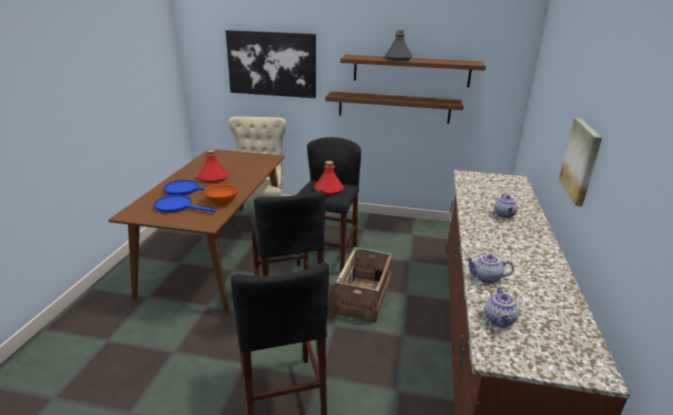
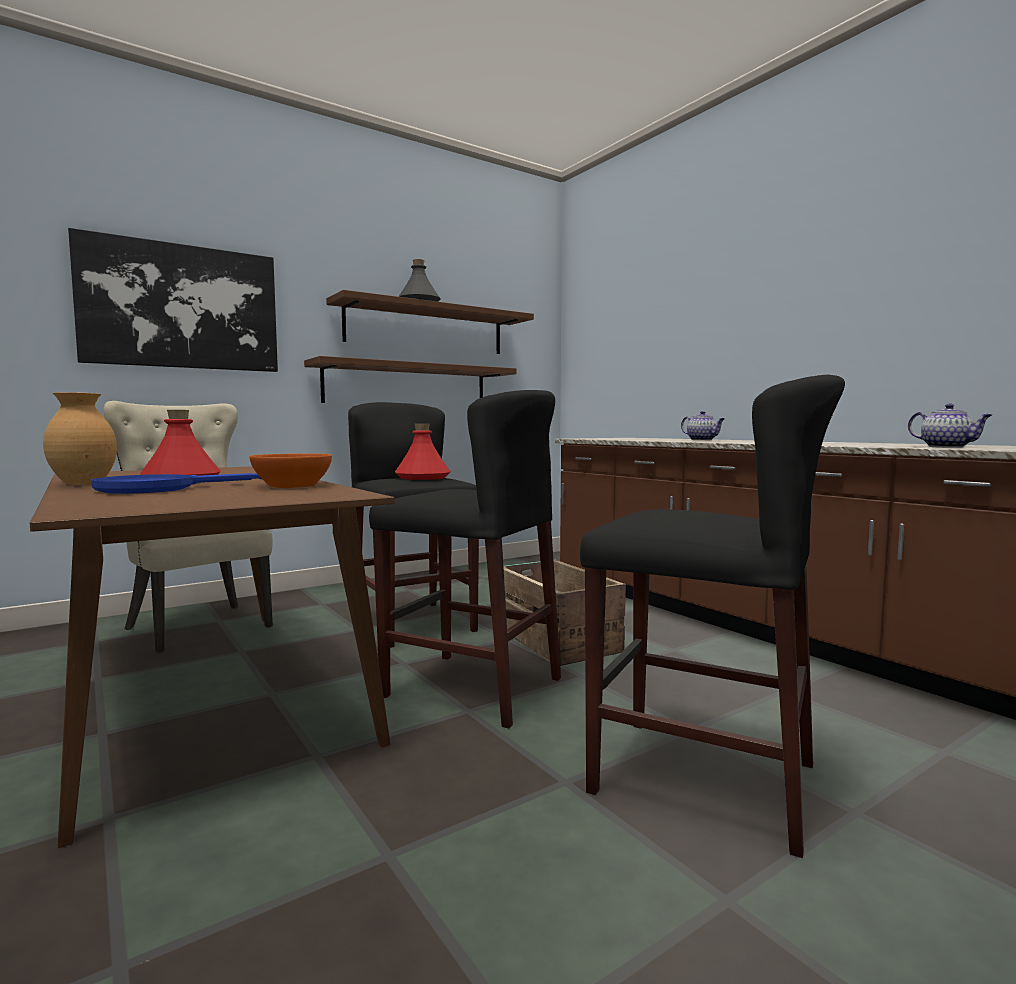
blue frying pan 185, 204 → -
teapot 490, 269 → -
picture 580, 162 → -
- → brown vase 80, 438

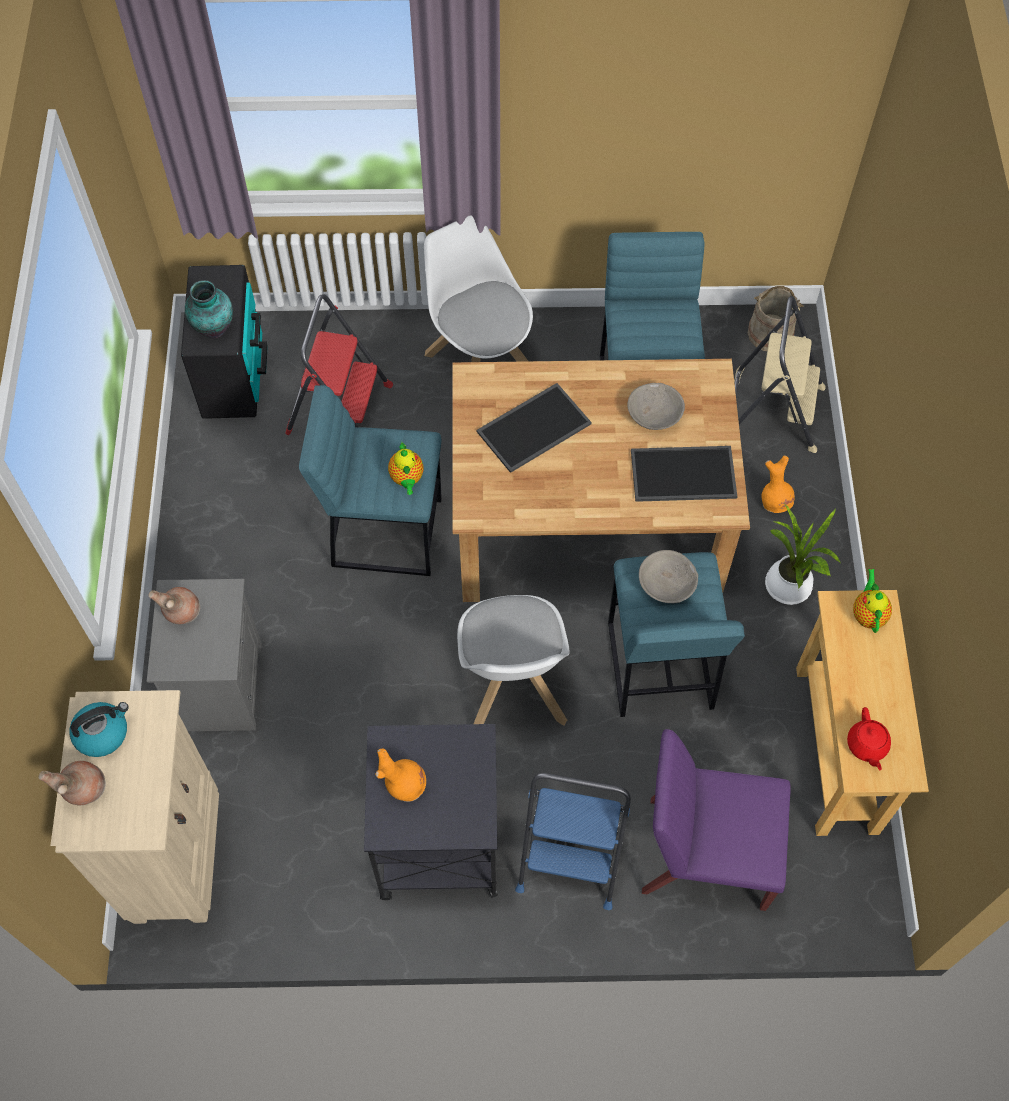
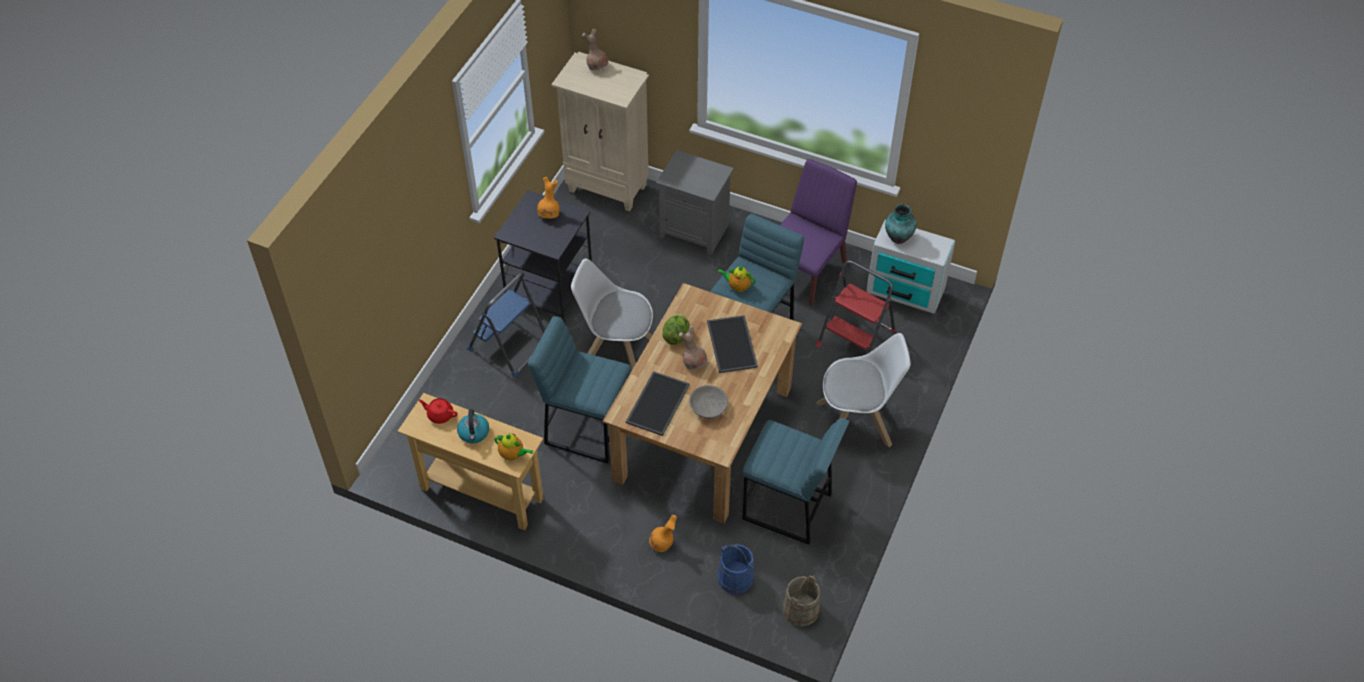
grey bowl 668, 576 → -
potted plant 803, 554 → -
- → lettuce 676, 329
kettle 99, 729 → kettle 473, 426, moved
brown vase 174, 605 → brown vase 693, 348, moved
purple chair 716, 820 → purple chair 818, 232, moved
beige step ladder 780, 374 → blue bucket 736, 569
black nightstand 224, 342 → white nightstand 910, 266

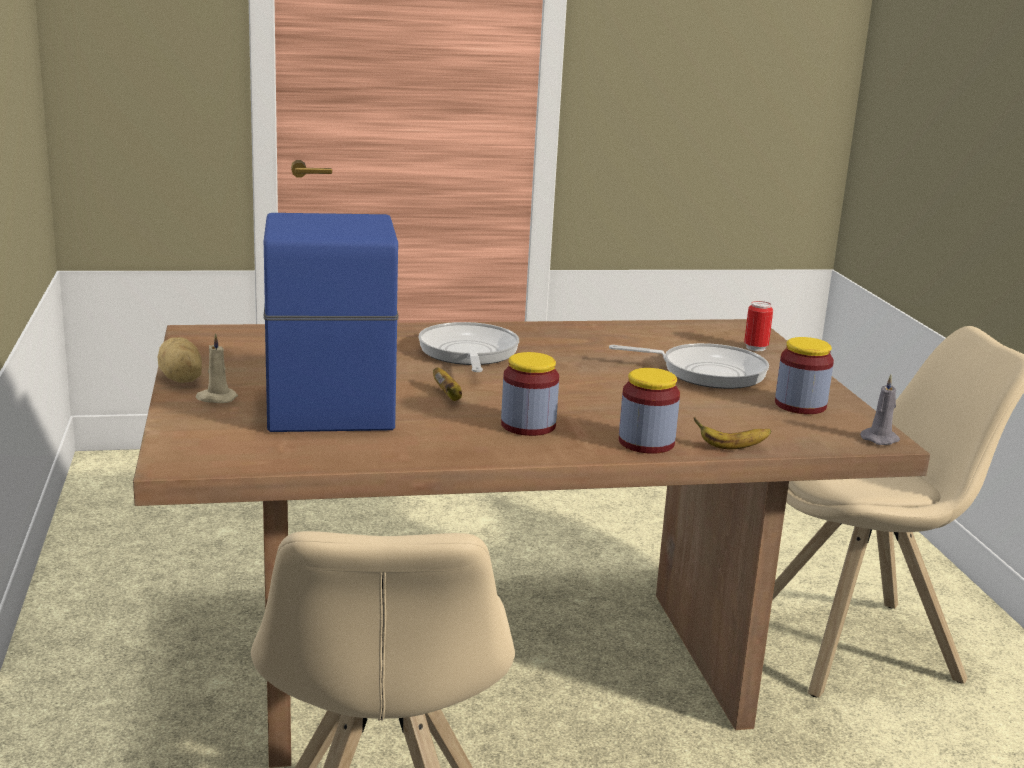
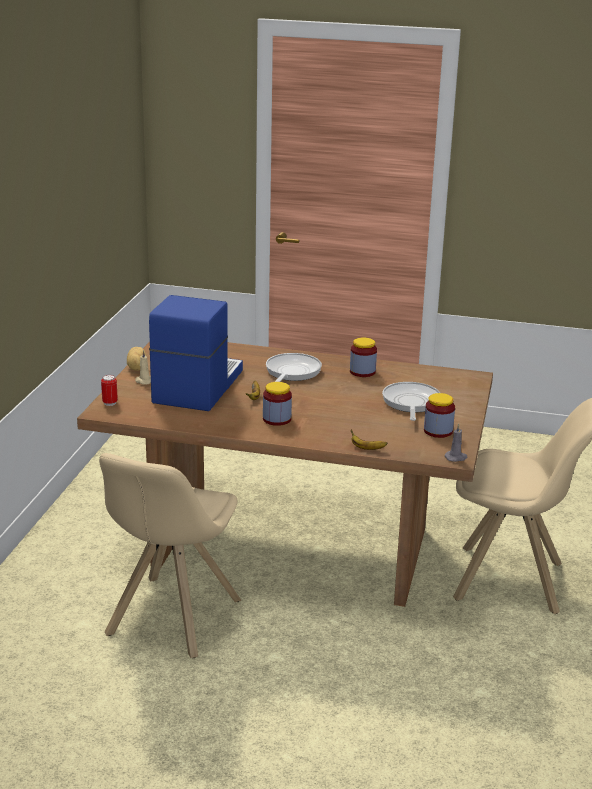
jar 649, 411 → jar 363, 357, moved
can 758, 326 → can 109, 390, moved
frying pan 689, 366 → frying pan 411, 401, 120 degrees counterclockwise

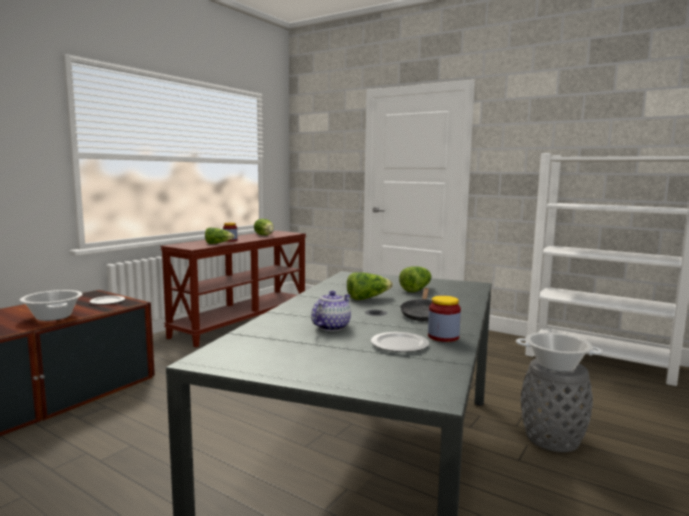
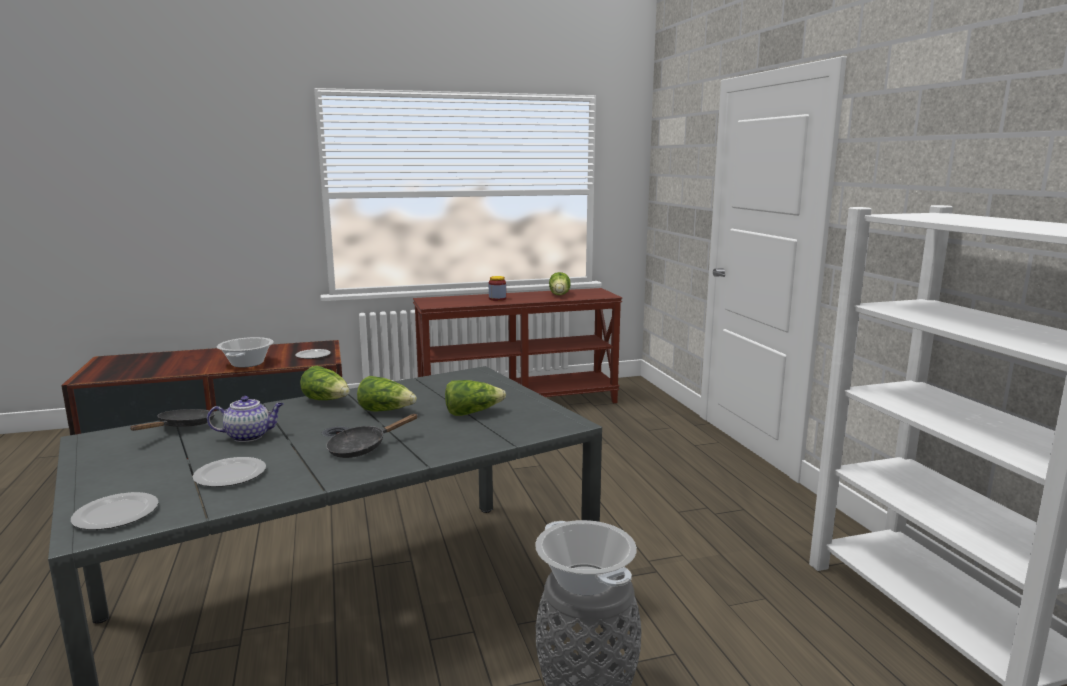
jar 444, 319 → -
- → plate 115, 511
- → black frying pan 172, 420
lettuce 219, 236 → lettuce 325, 383, moved

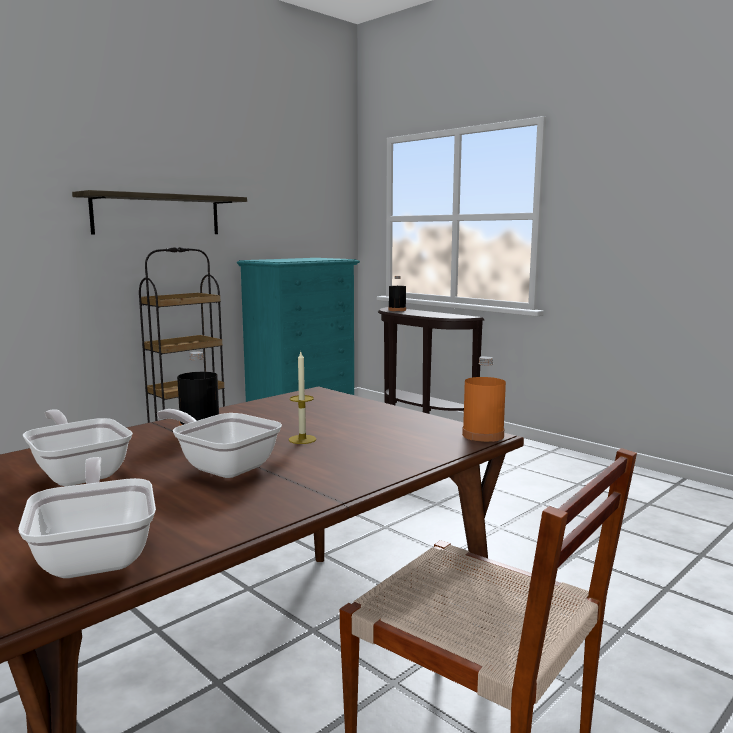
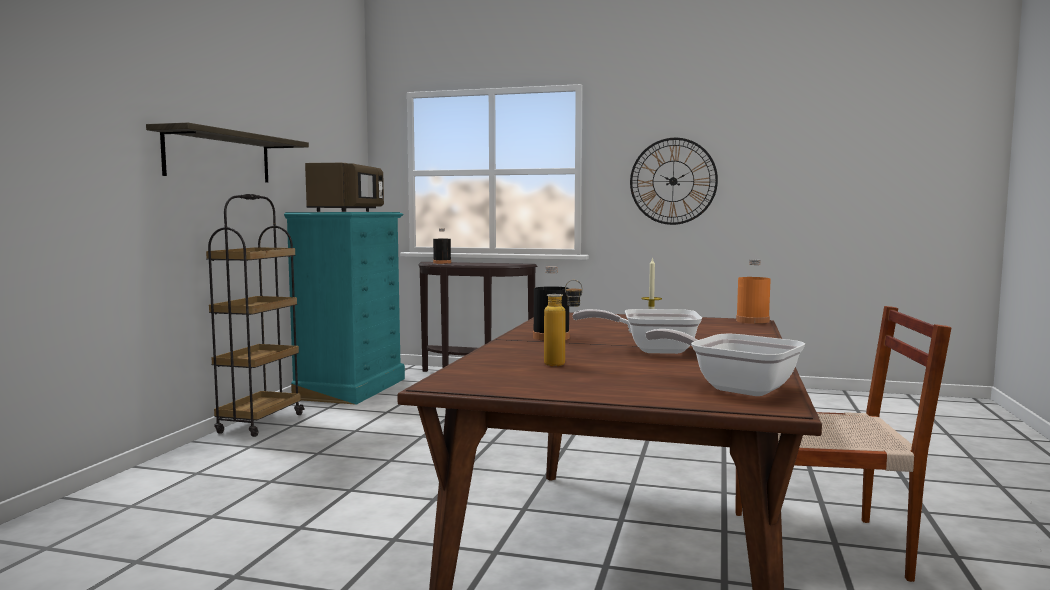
- → brown microwave 344, 187
- → wall clock 674, 181
frying pan 78, 447 → bottle 563, 323

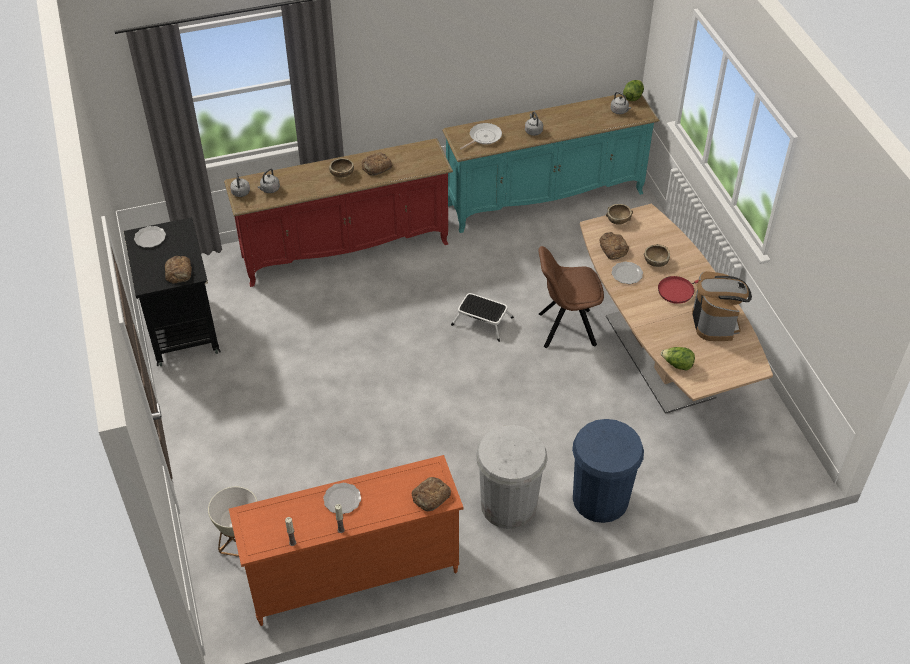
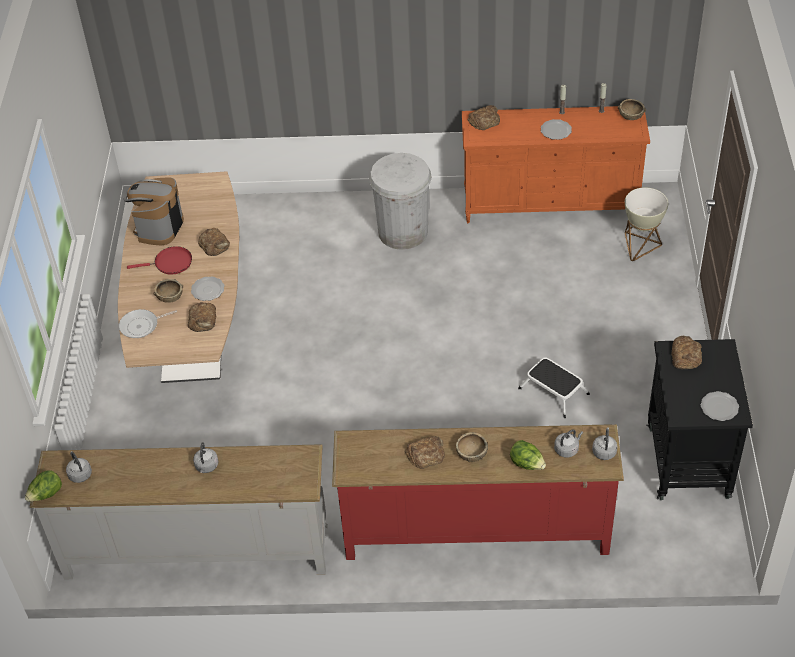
brown chair 571, 297 → -
blue trash can 608, 471 → -
- → bread 214, 242
black step ladder 482, 317 → black step ladder 554, 387, moved
frying pan 481, 136 → frying pan 148, 323, moved
brown bowl 619, 214 → brown bowl 632, 109, moved
lettuce 678, 359 → lettuce 528, 455, moved
turquoise cabinet 551, 163 → grey cabinet 179, 511

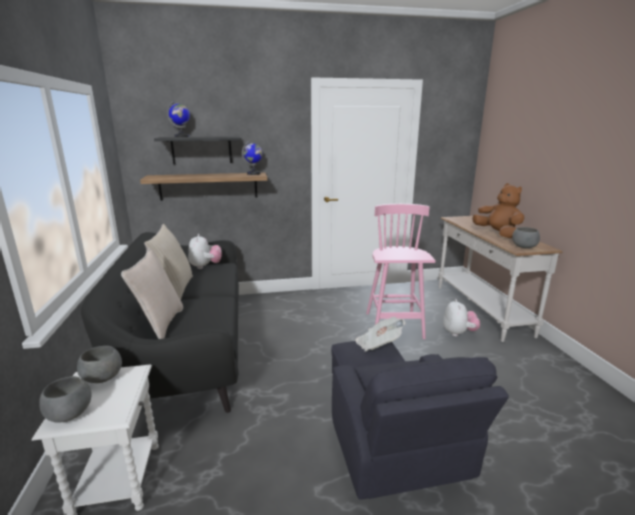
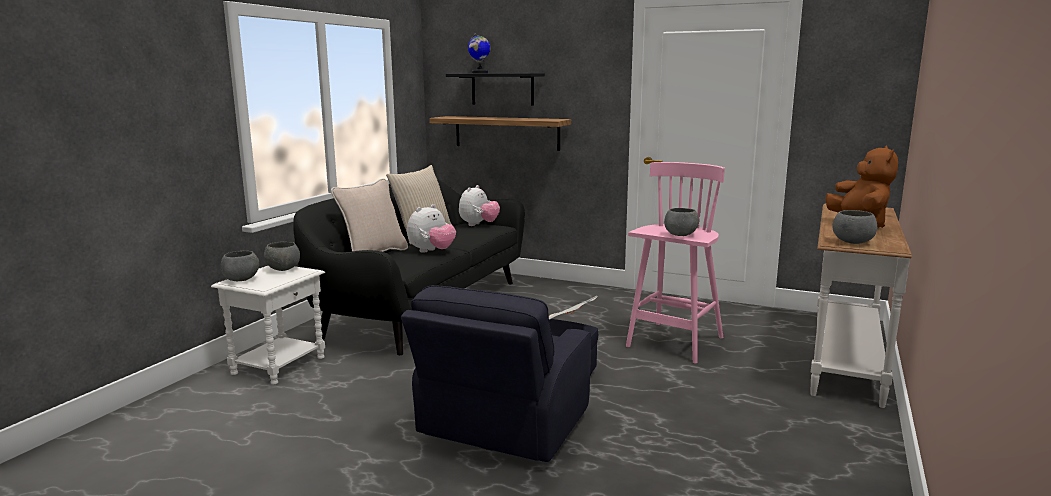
globe 252, 158 → -
- → grey bowl 682, 222
plush toy 461, 318 → plush toy 431, 228, moved

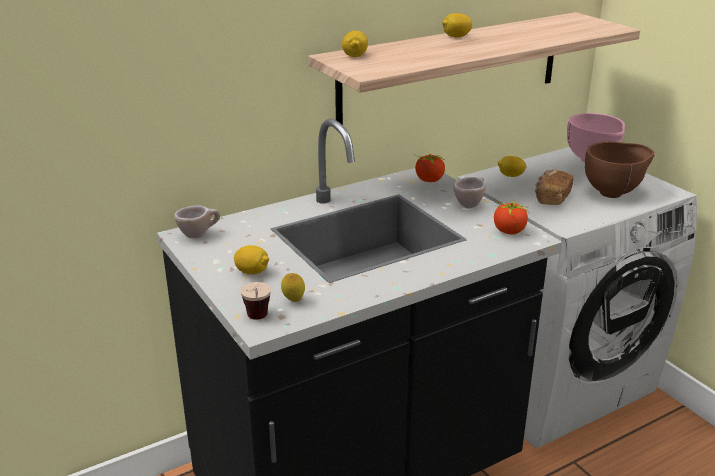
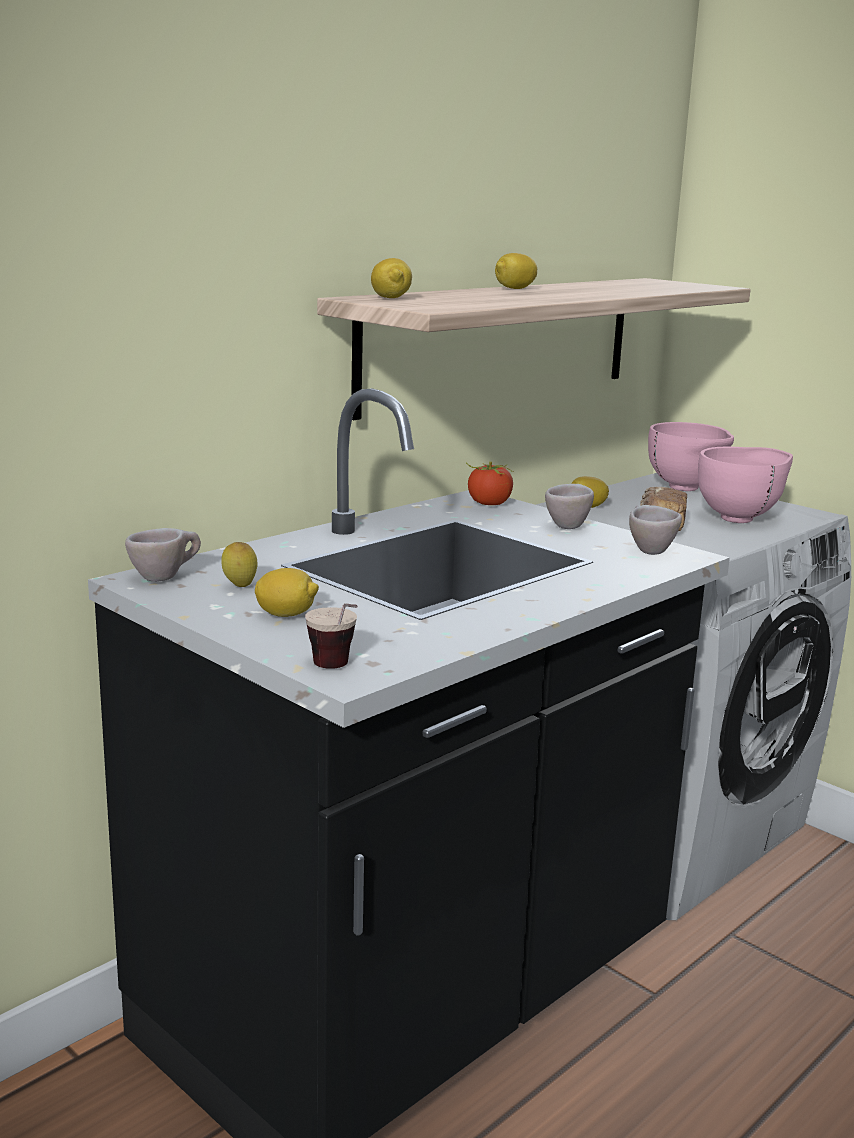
lemon 293, 287 → lemon 239, 564, moved
tomato 511, 217 → beige cup 655, 530
brown bowl 620, 170 → pink bowl 745, 485

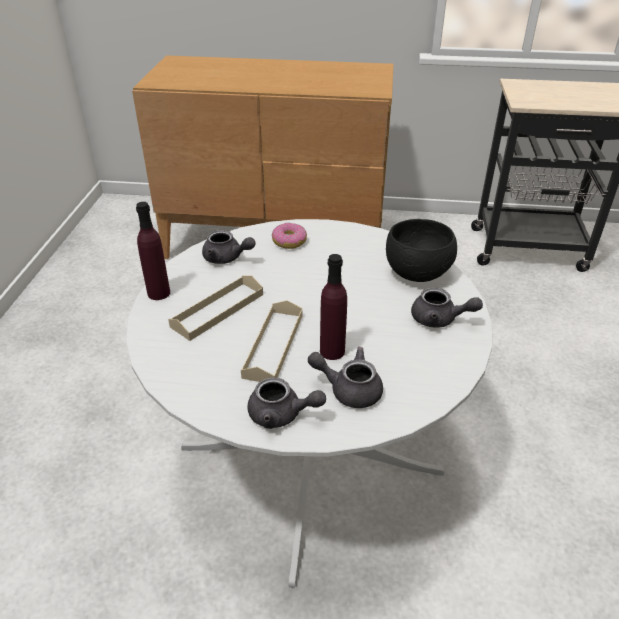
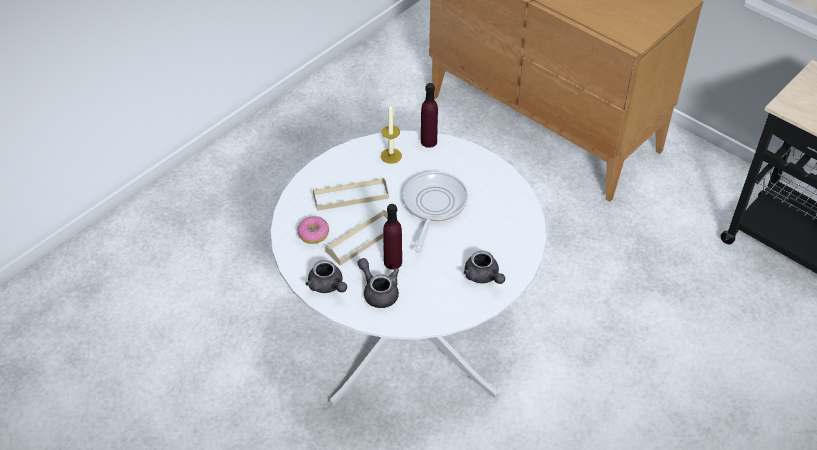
black bowl 421, 250 → -
- → frying pan 435, 212
purple bottle 153, 251 → purple bottle 429, 115, moved
donut 289, 236 → donut 313, 230, moved
grey teapot 229, 247 → candle 391, 134

